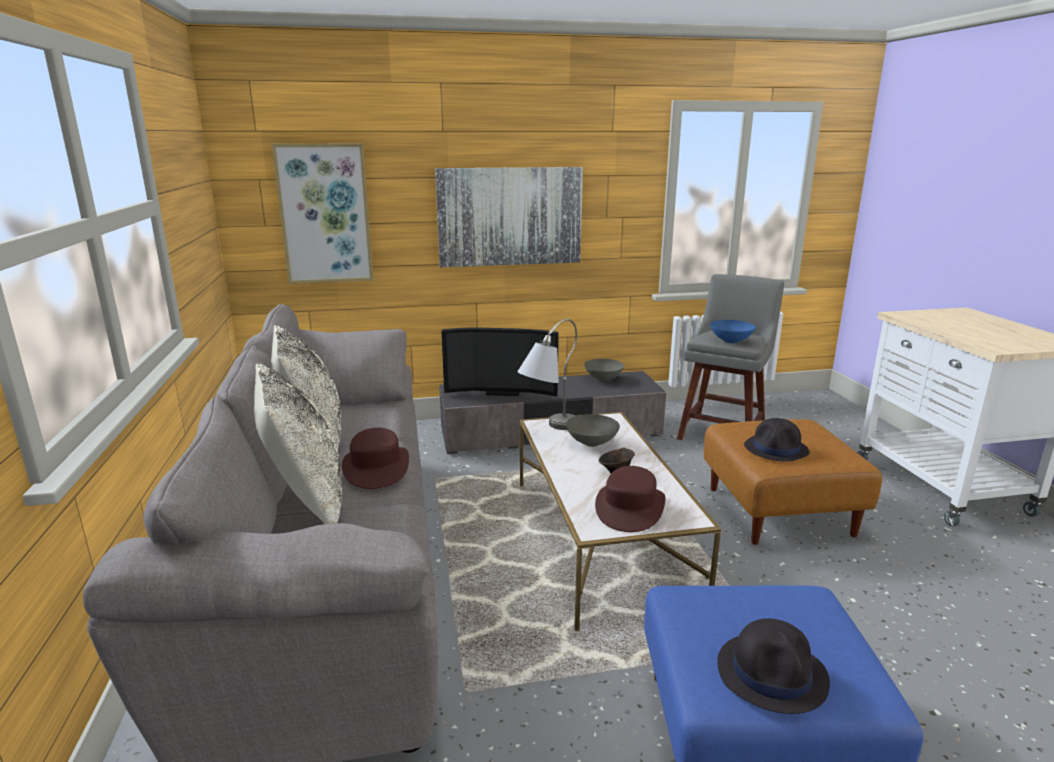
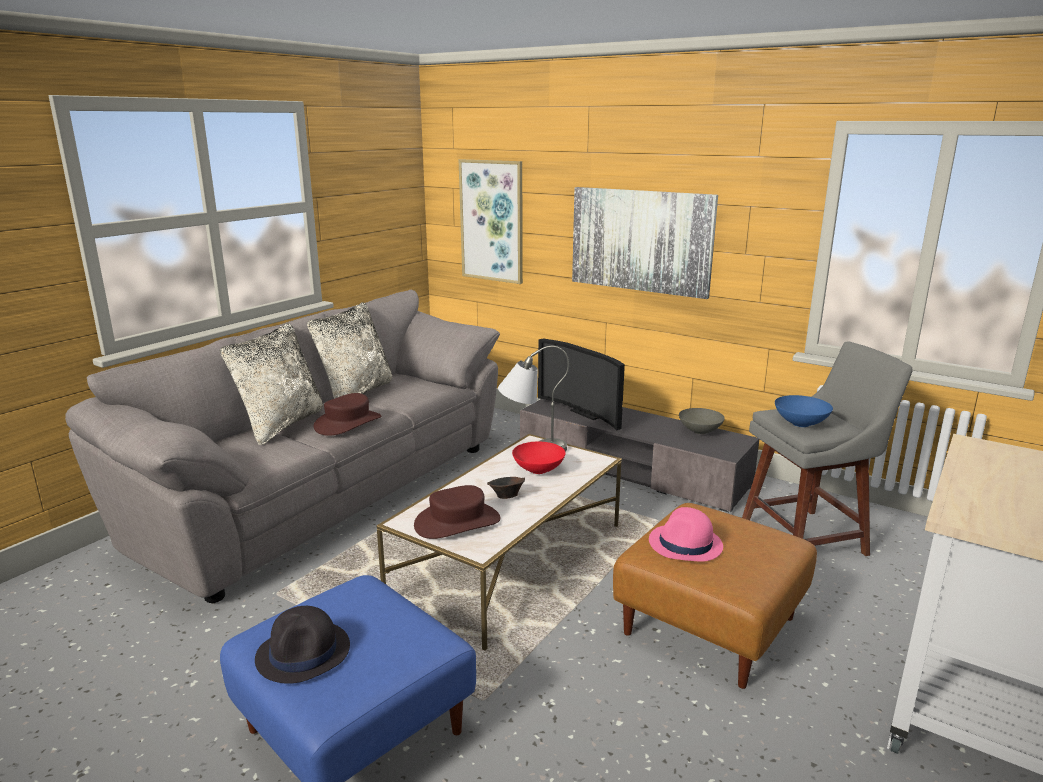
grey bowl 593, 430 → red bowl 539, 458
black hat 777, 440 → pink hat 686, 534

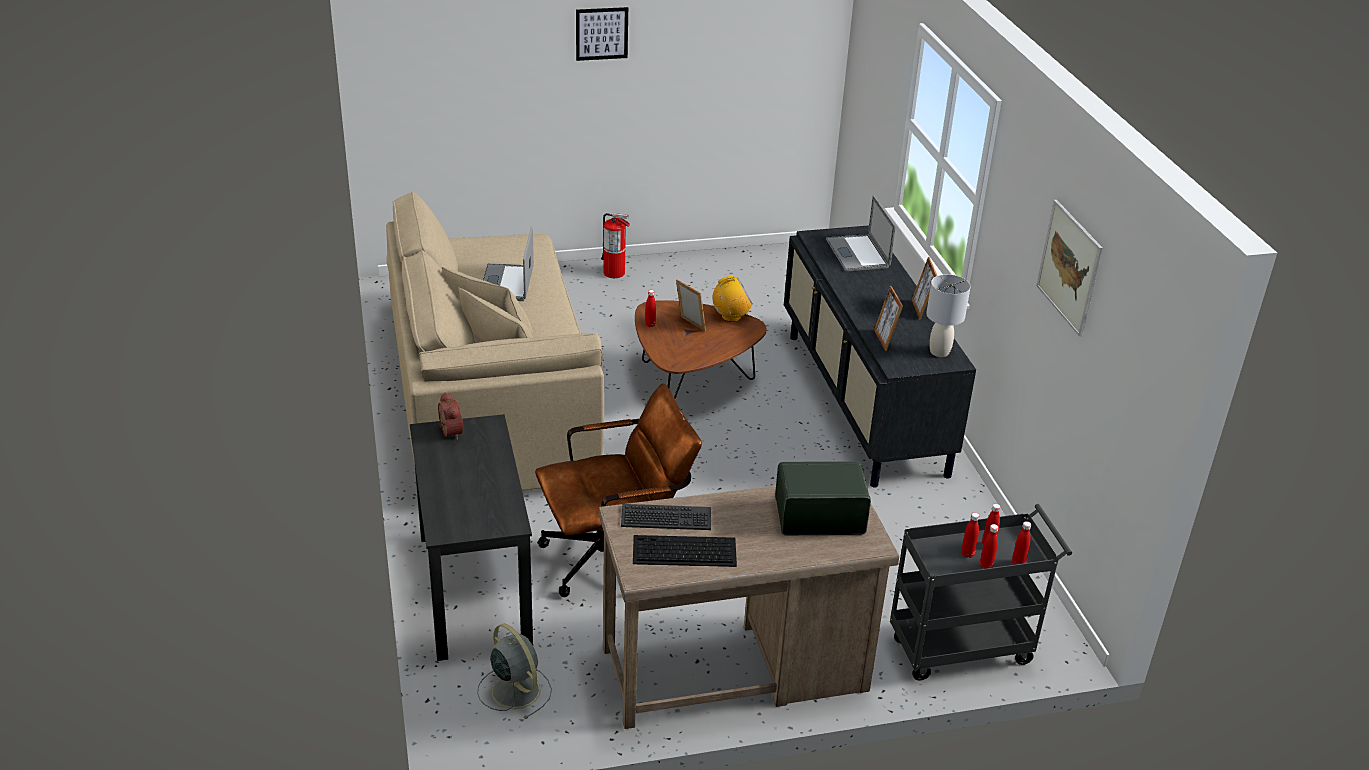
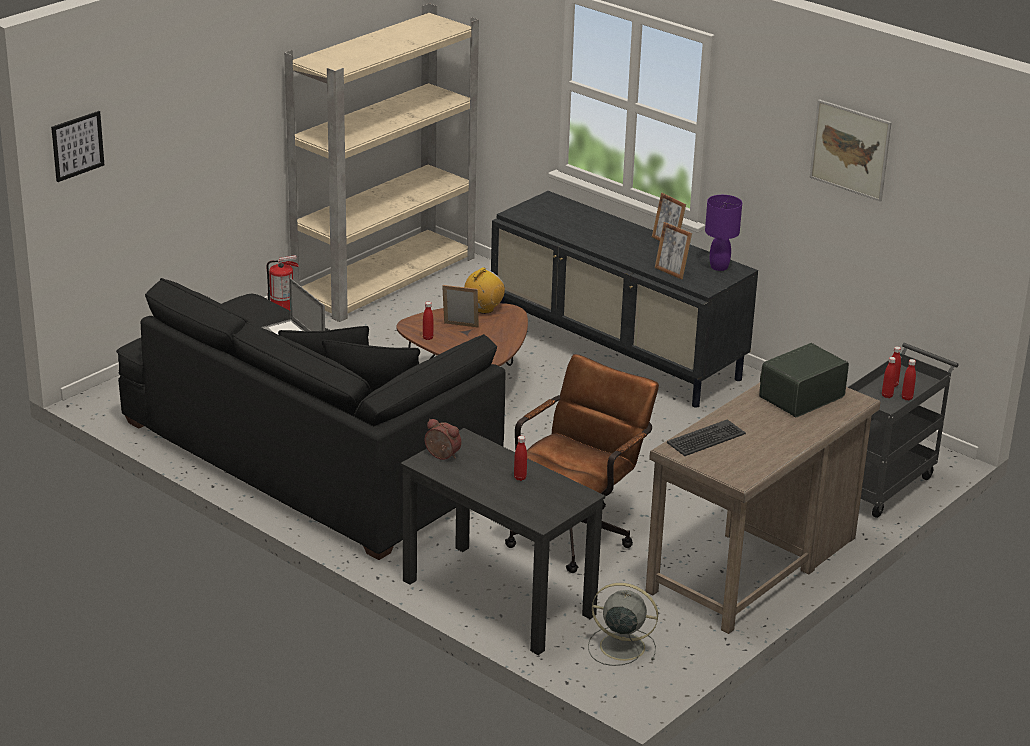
keyboard 685, 551 → -
laptop 861, 233 → -
- → beige bookcase 381, 162
picture 602, 34 → picture 77, 146, moved
red bottle 1021, 543 → red bottle 520, 458, moved
beige sofa 495, 341 → black sofa 311, 419
grey table lamp 948, 315 → purple table lamp 723, 233

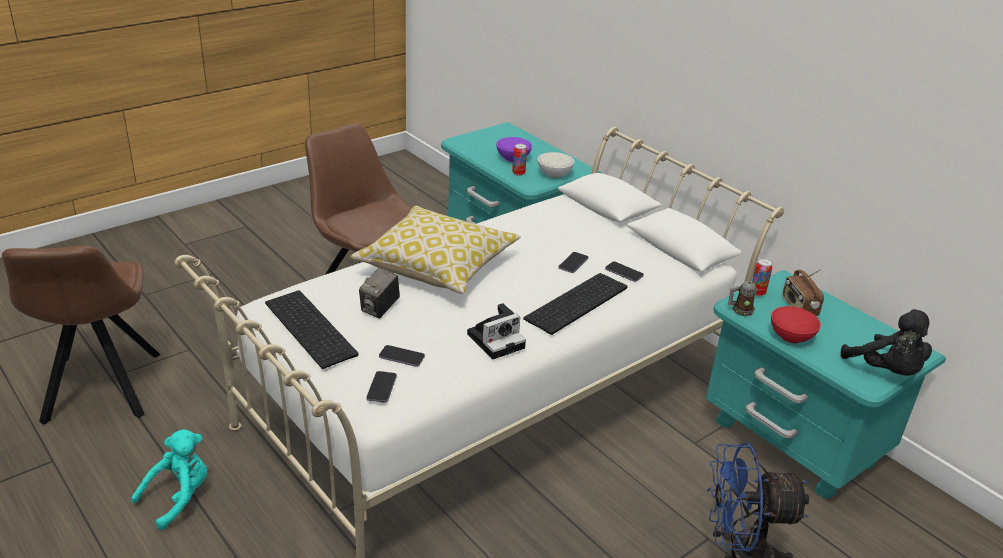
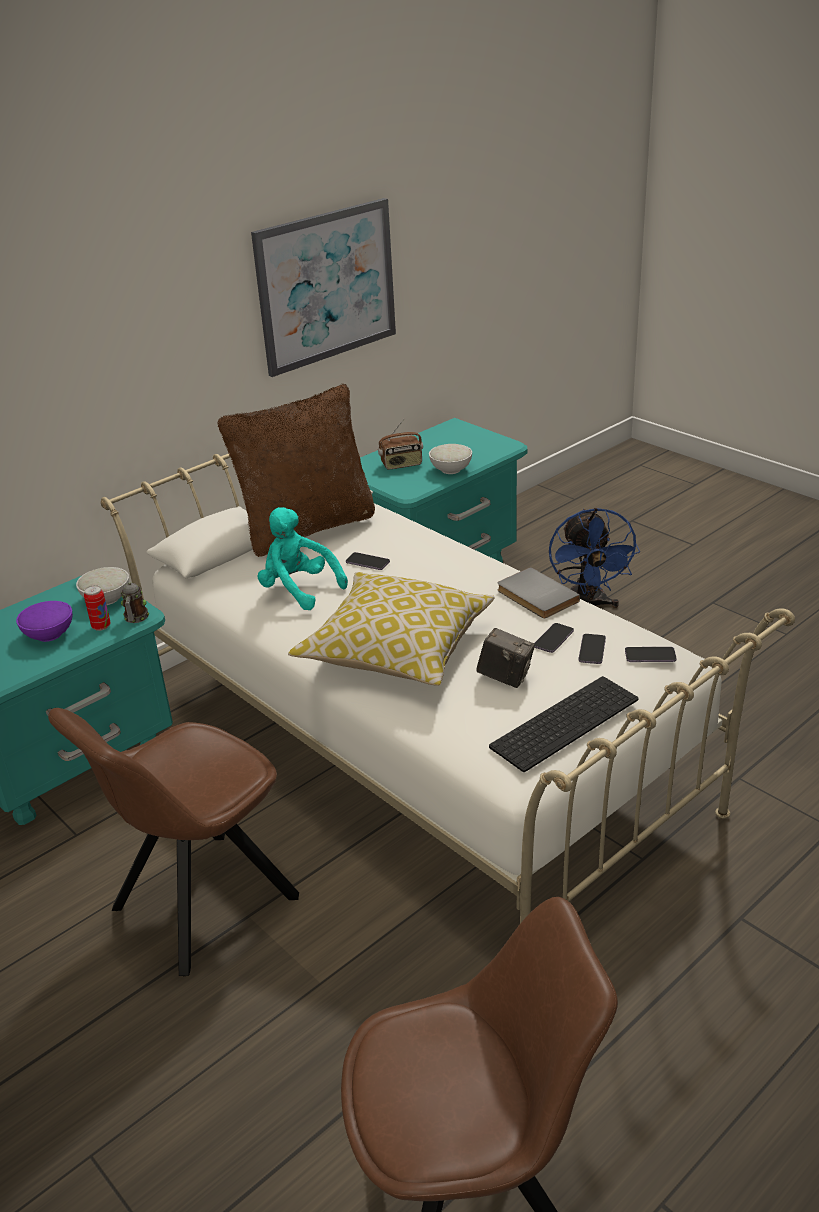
keyboard 575, 304 → -
can 762, 277 → -
black plush toy 886, 342 → -
- → brown pillow 296, 470
- → picture 323, 287
turquoise plush toy 169, 479 → turquoise plush toy 303, 558, moved
phone 624, 271 → phone 554, 638, moved
mug 743, 298 → mug 135, 602, moved
photo camera 496, 331 → grey book 538, 592
red bowl 796, 324 → white bowl 450, 459

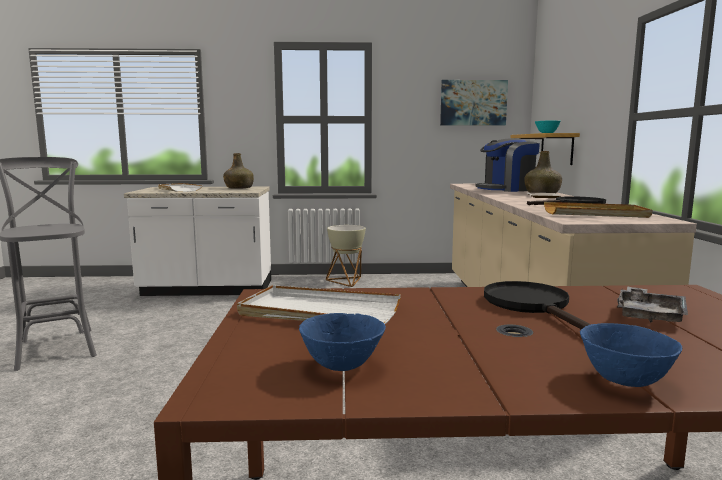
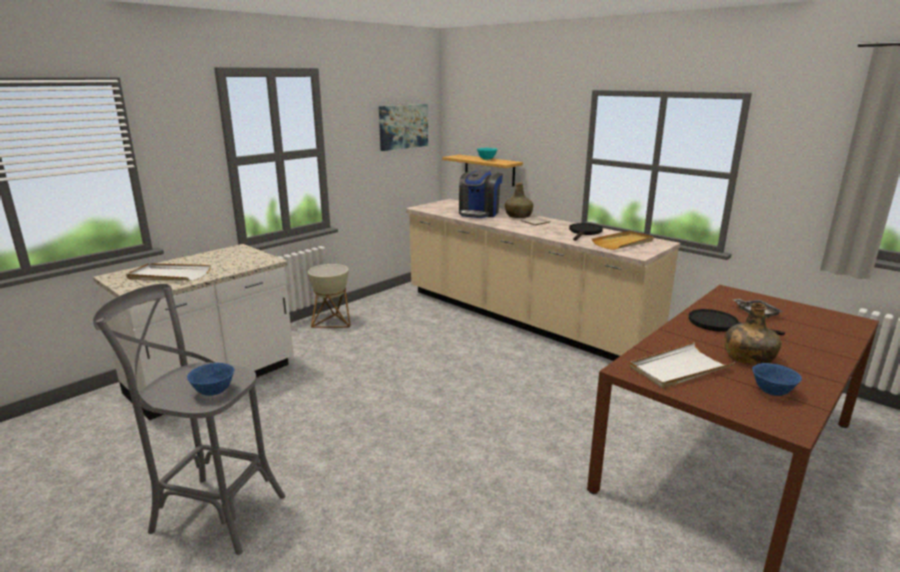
green bottle 238, 171 → green bottle 752, 334, moved
blue bowl 631, 355 → blue bowl 210, 379, moved

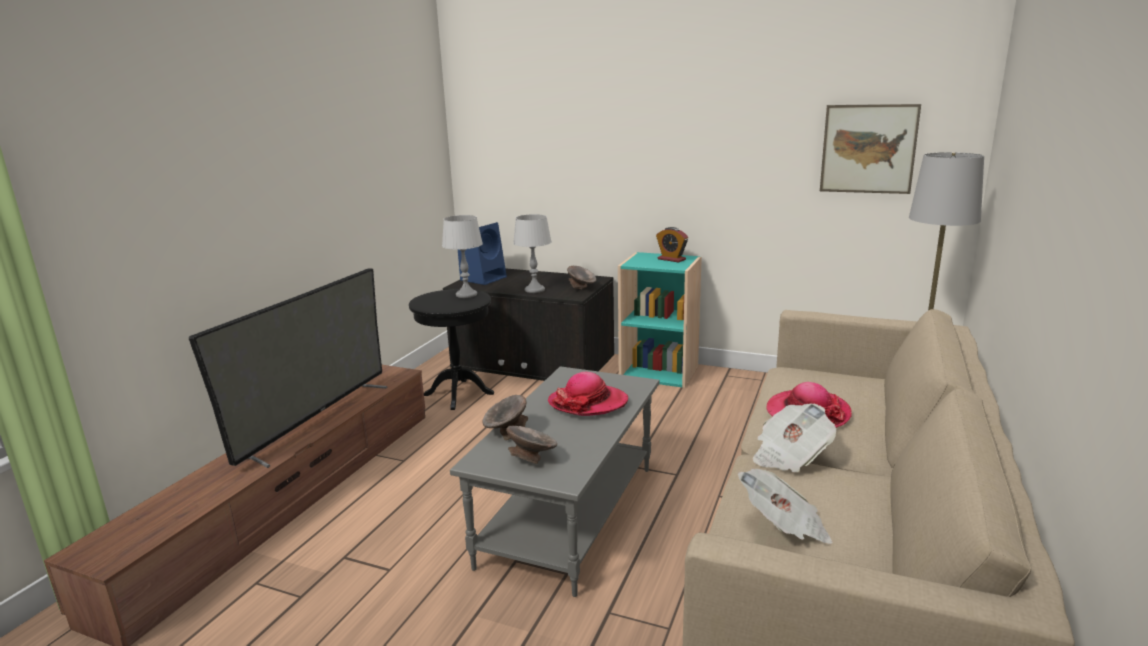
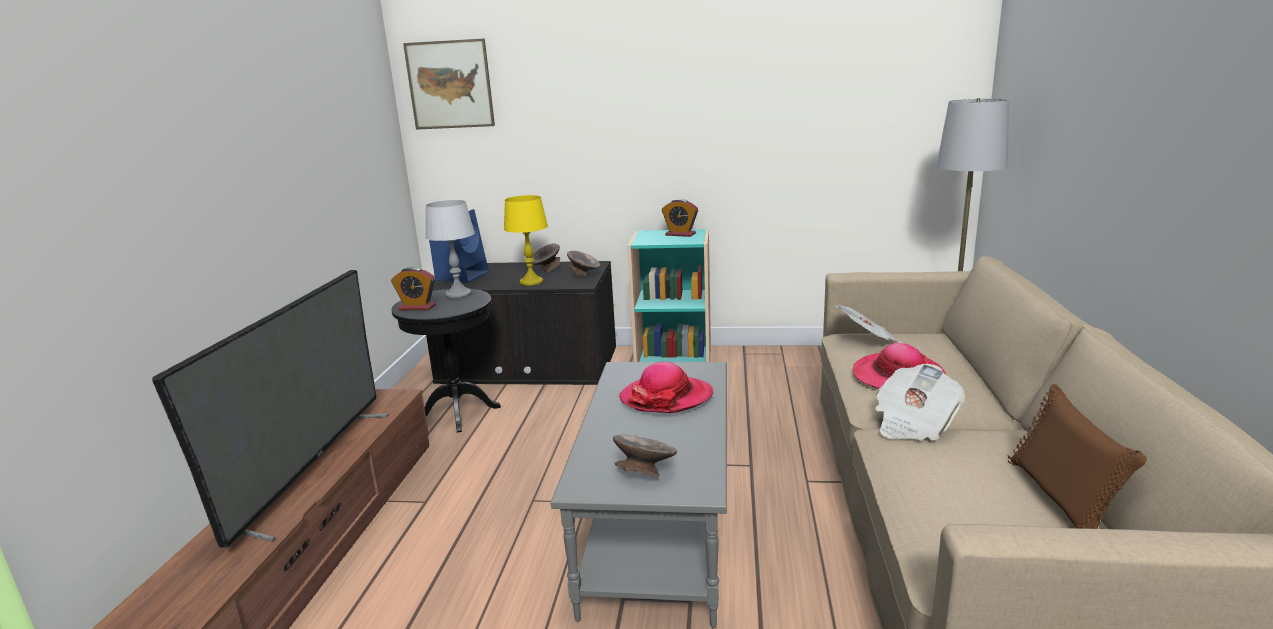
- → alarm clock 413, 288
- → brown pillow 1077, 456
grey bowl 505, 417 → grey bowl 546, 257, moved
newspaper 785, 506 → newspaper 868, 324, moved
picture 870, 149 → picture 449, 84, moved
grey table lamp 532, 253 → yellow table lamp 526, 240

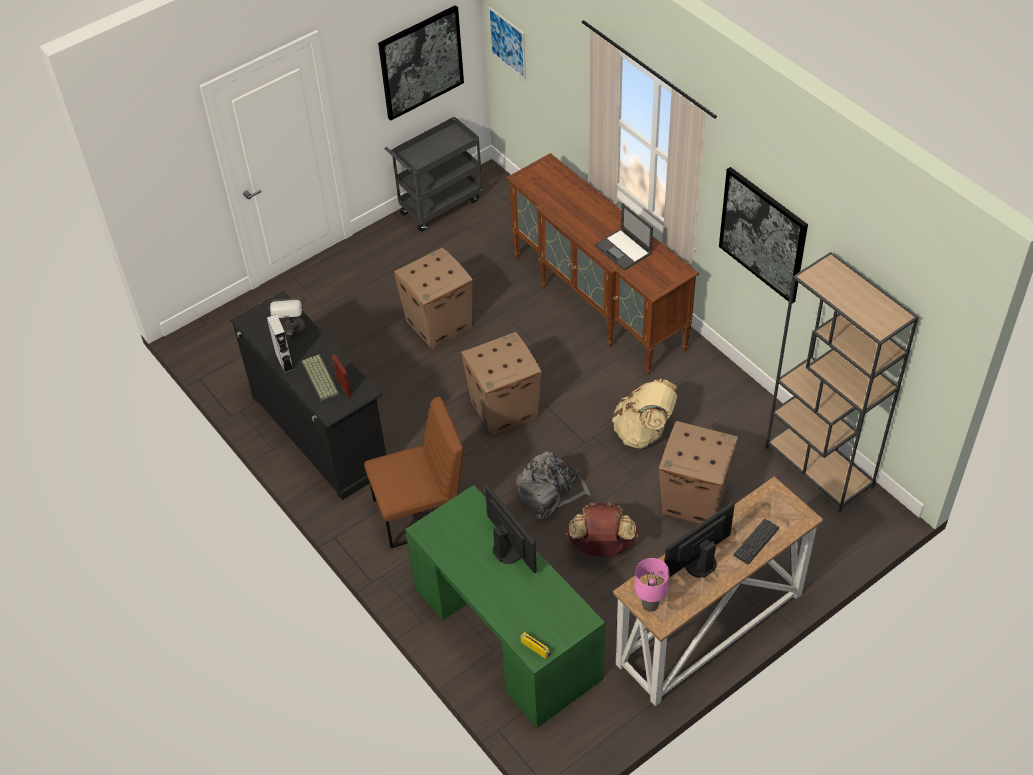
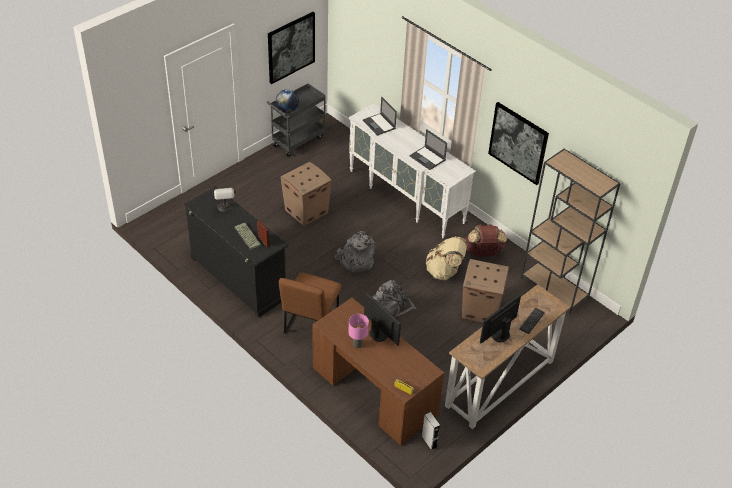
picture 507, 43 → -
- → globe 287, 101
- → laptop 380, 116
grey speaker 280, 343 → grey speaker 431, 431, moved
brown backpack 602, 529 → brown backpack 485, 240, moved
pink table lamp 652, 585 → pink table lamp 358, 331, moved
cardboard box 501, 384 → grey backpack 355, 251
green desk 505, 606 → brown desk 378, 371
brown cabinet 602, 264 → white cabinet 412, 170
brown chair 413, 472 → brown chair 310, 303, 135 degrees clockwise

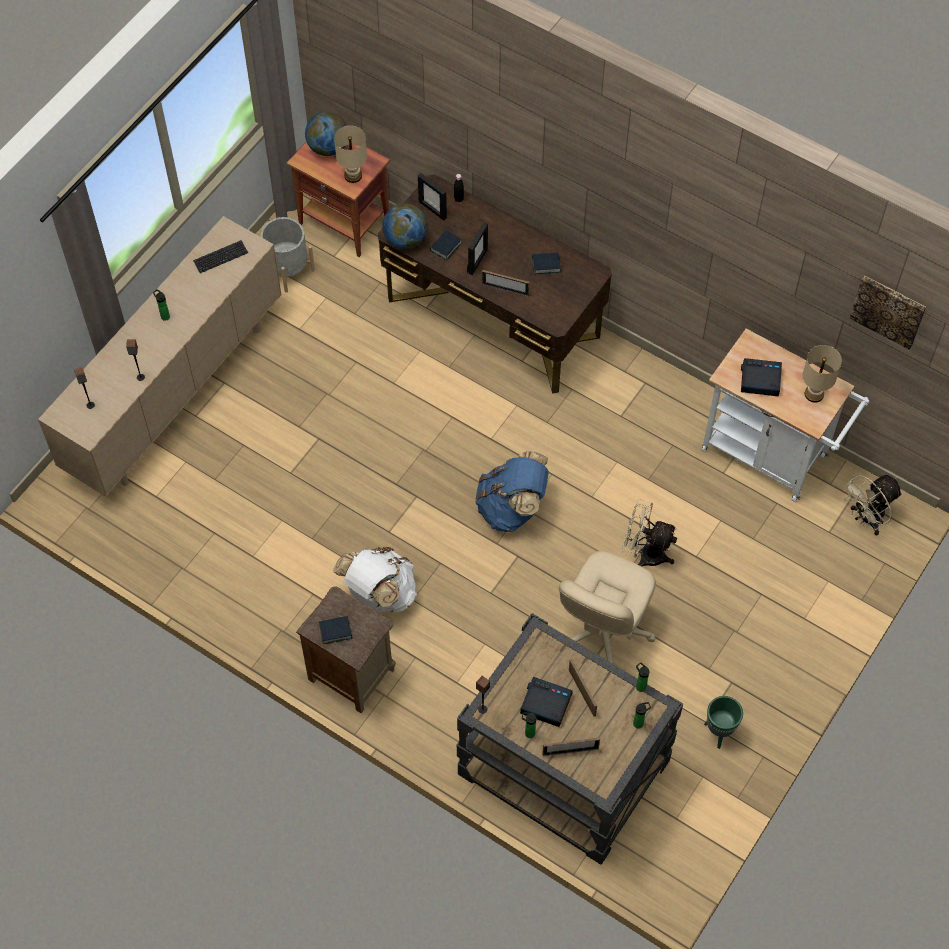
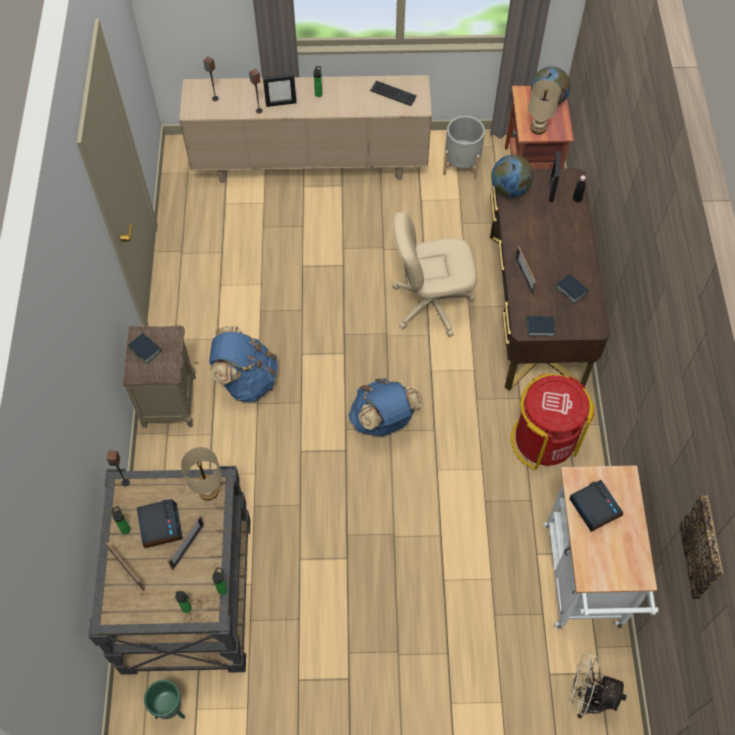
beige fan 649, 533 → -
- → red trash can 553, 421
book 446, 245 → book 540, 326, moved
picture frame 477, 248 → picture frame 279, 90, moved
beige office chair 607, 607 → beige office chair 434, 274, moved
green planter 723, 722 → green planter 164, 699, moved
beige table lamp 822, 374 → beige table lamp 201, 473, moved
white backpack 375, 580 → blue backpack 243, 364

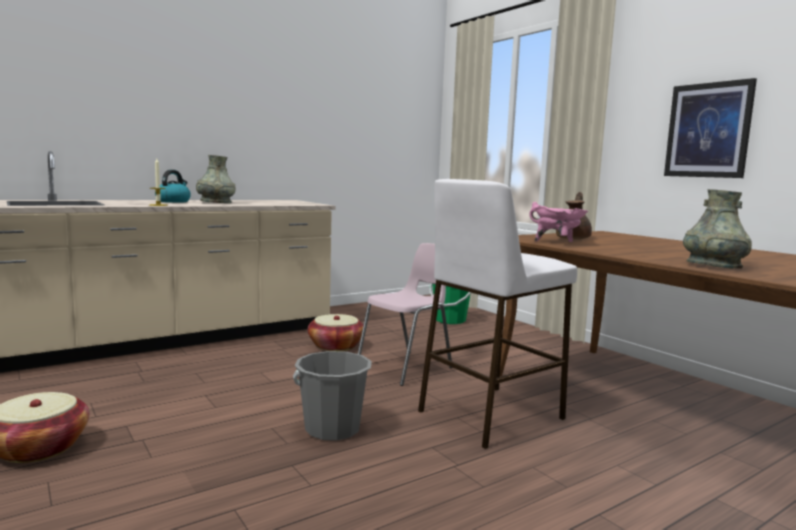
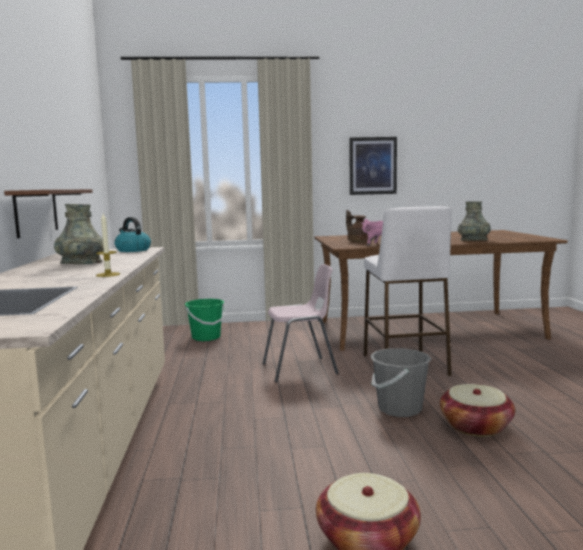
- → brown shelf 48, 213
kettle 173, 186 → kettle 132, 234, moved
basket 335, 332 → basket 477, 410, moved
pink chair 405, 314 → pink chair 300, 323, 90 degrees clockwise

